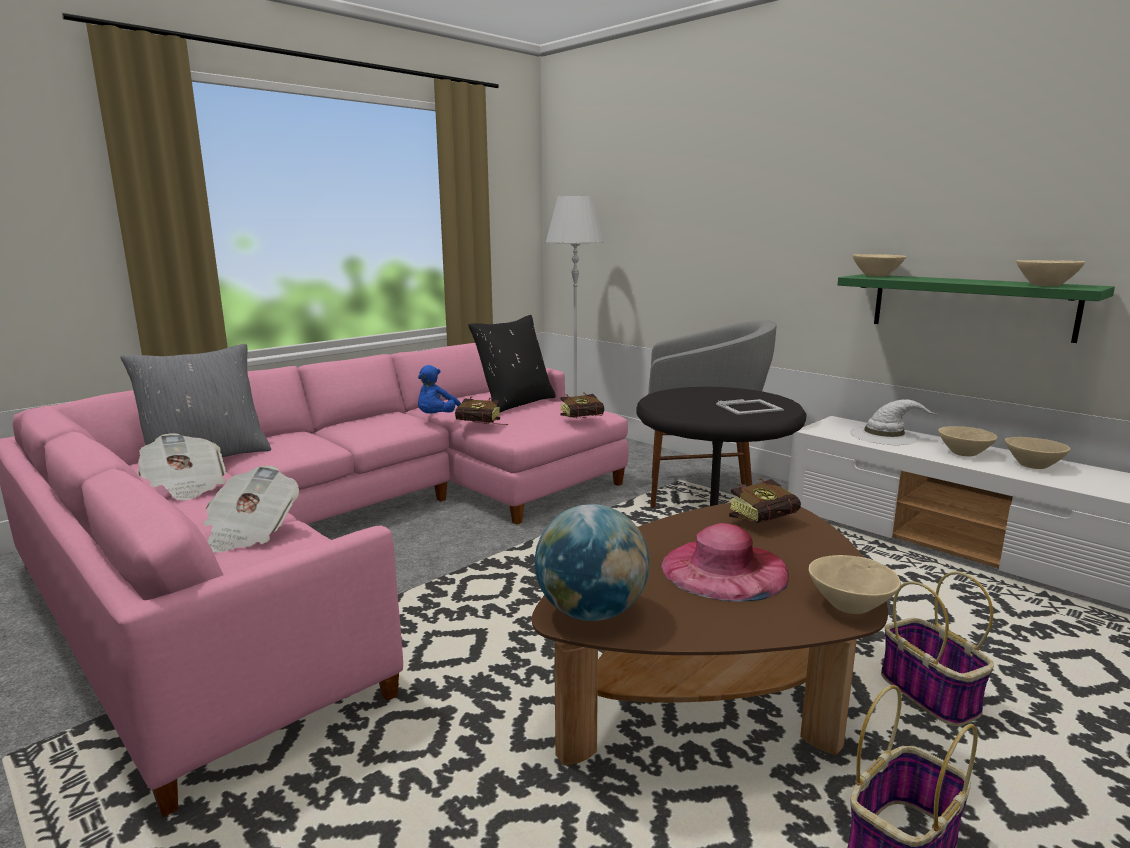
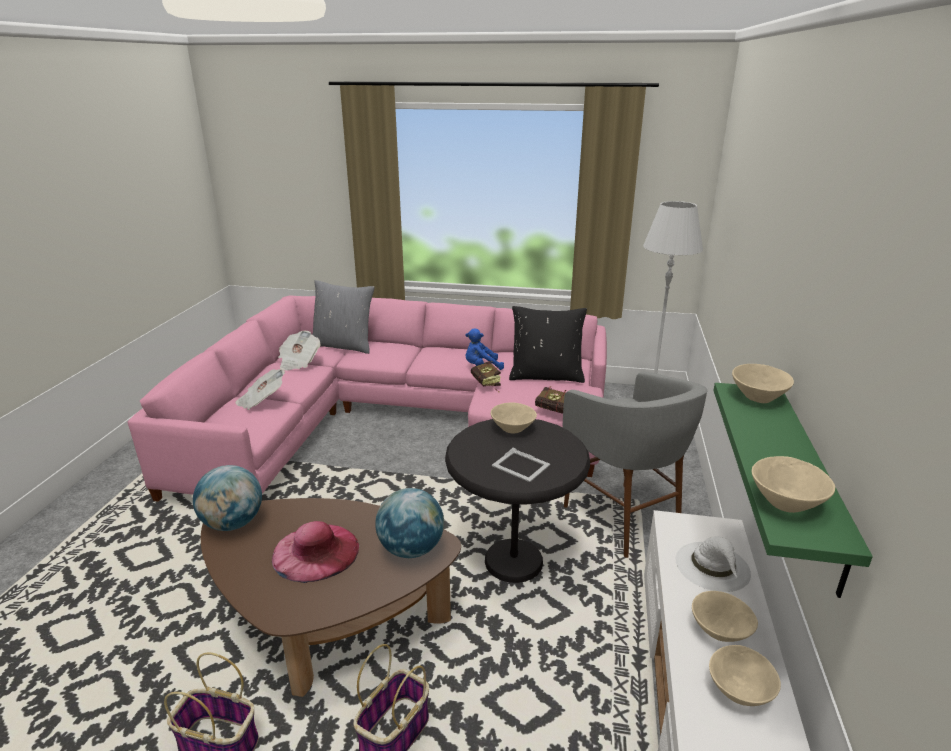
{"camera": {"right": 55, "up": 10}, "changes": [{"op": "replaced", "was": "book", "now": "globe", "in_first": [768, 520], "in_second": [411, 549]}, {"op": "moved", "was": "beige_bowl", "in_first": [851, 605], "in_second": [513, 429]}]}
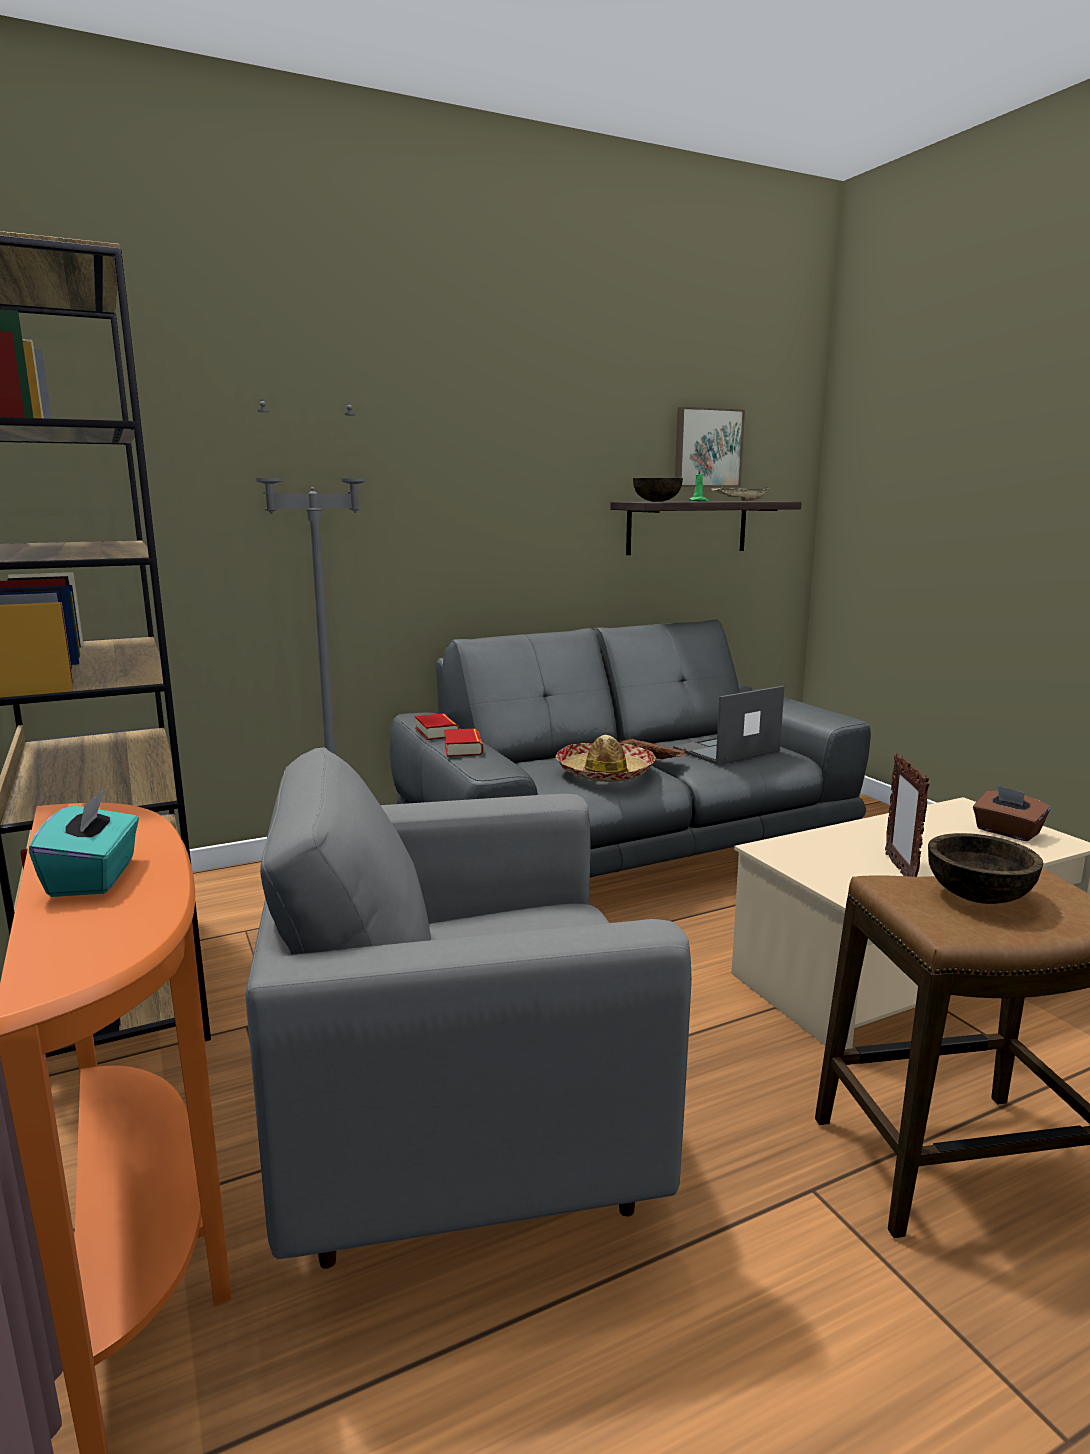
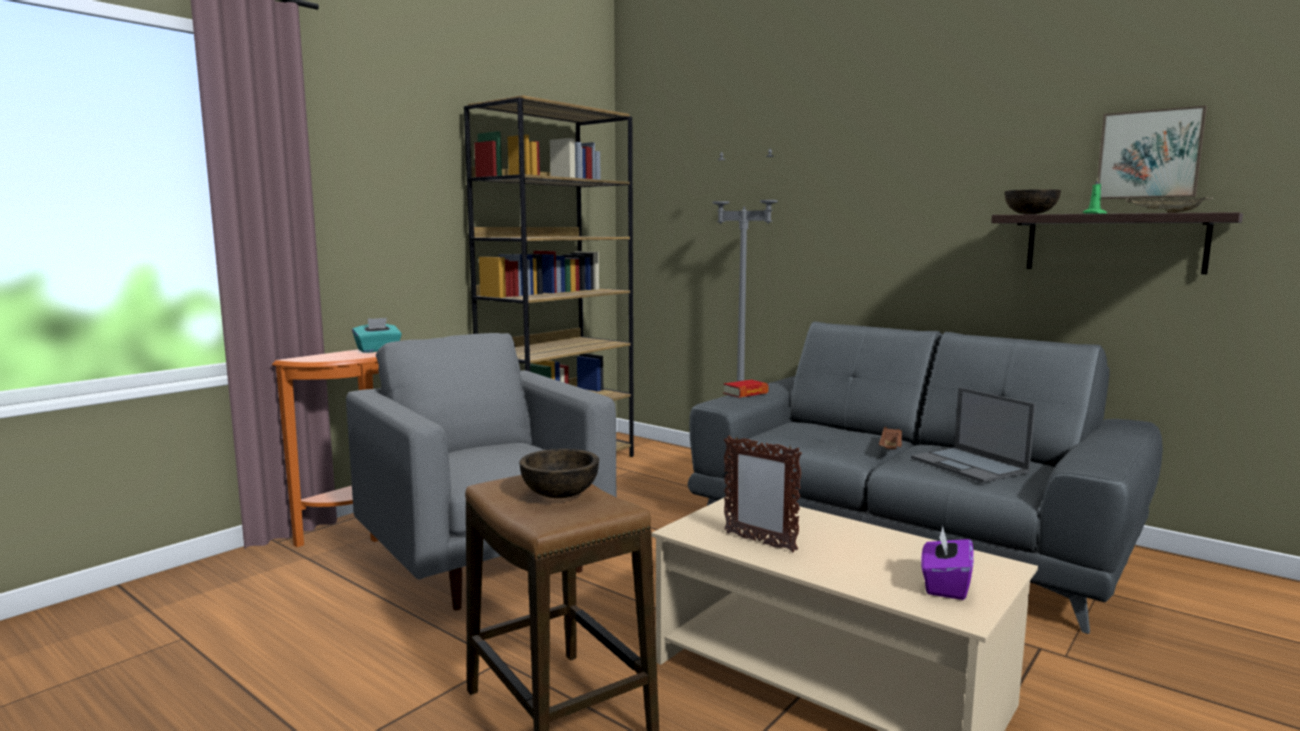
{"camera": {"right": 65, "up": -5}, "changes": [{"op": "turned", "was": "laptop", "in_first": [725, 750], "in_second": [970, 465], "clockwise": -150}, {"op": "removed", "was": "book", "in_first": [437, 732]}, {"op": "removed", "was": "hat", "in_first": [605, 772]}, {"op": "turned", "was": "picture_frame", "in_first": [900, 870], "in_second": [759, 542], "clockwise": -120}, {"op": "recoloured", "was": "brown_tissue_box", "now": "purple_tissue_box", "in_first": [1007, 832], "in_second": [945, 585]}]}
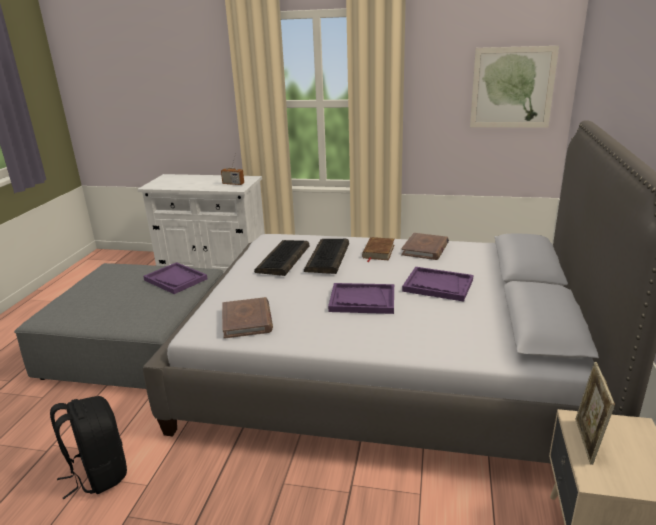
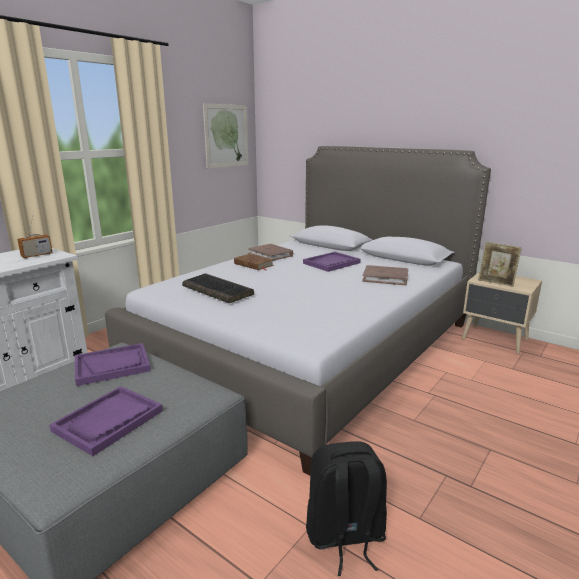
{"camera": {"right": -65, "up": -5}, "changes": [{"op": "removed", "was": "keyboard", "in_first": [328, 257]}, {"op": "moved", "was": "purple_tray", "in_first": [362, 300], "in_second": [108, 421]}, {"op": "moved", "was": "brown_book", "in_first": [247, 320], "in_second": [385, 277]}]}
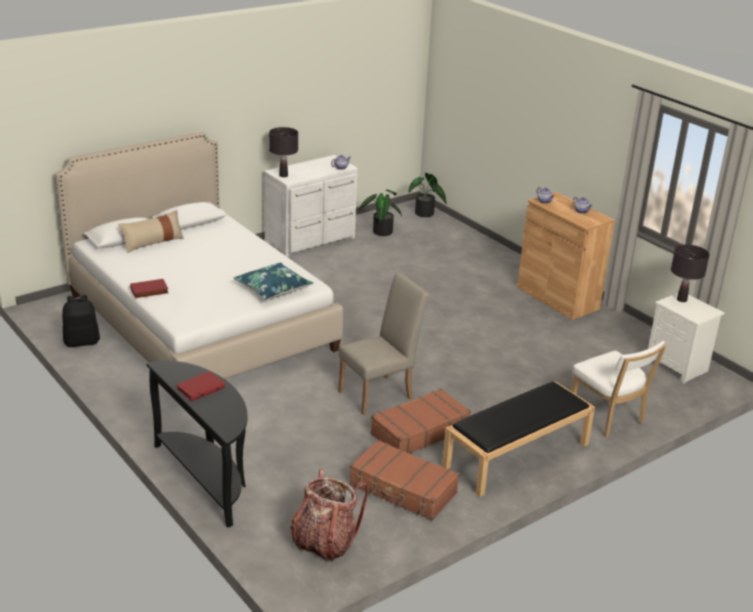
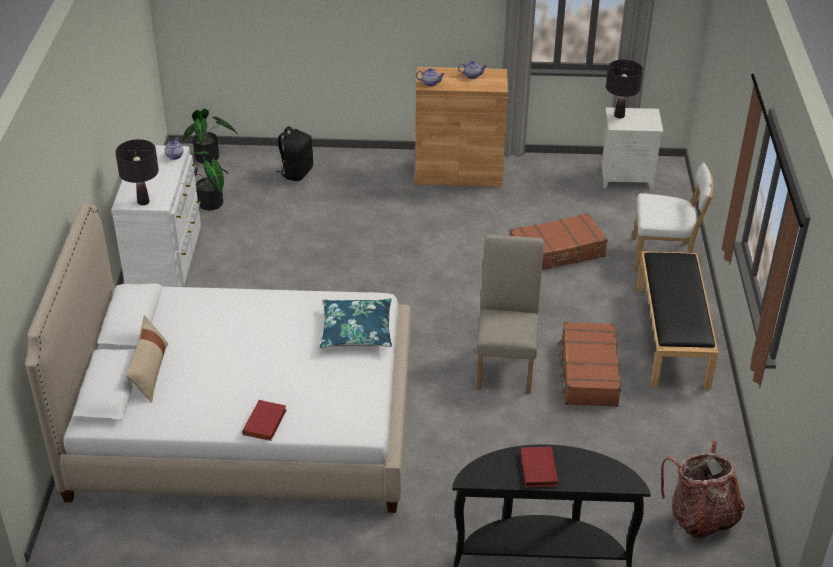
{"camera": {"right": -50, "up": 10}, "changes": [{"op": "moved", "was": "black_backpack", "in_first": [82, 342], "in_second": [296, 172]}, {"op": "moved", "was": "brown_suitcase", "in_first": [403, 489], "in_second": [557, 252]}]}
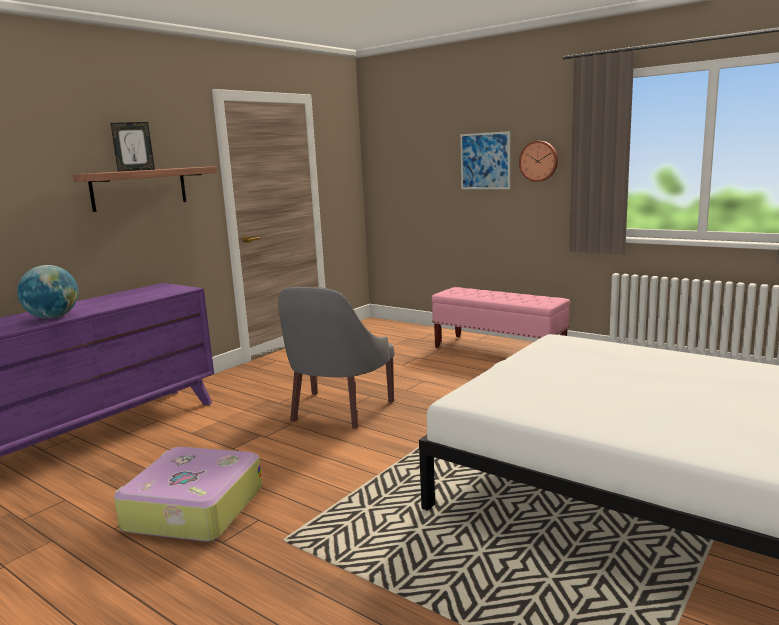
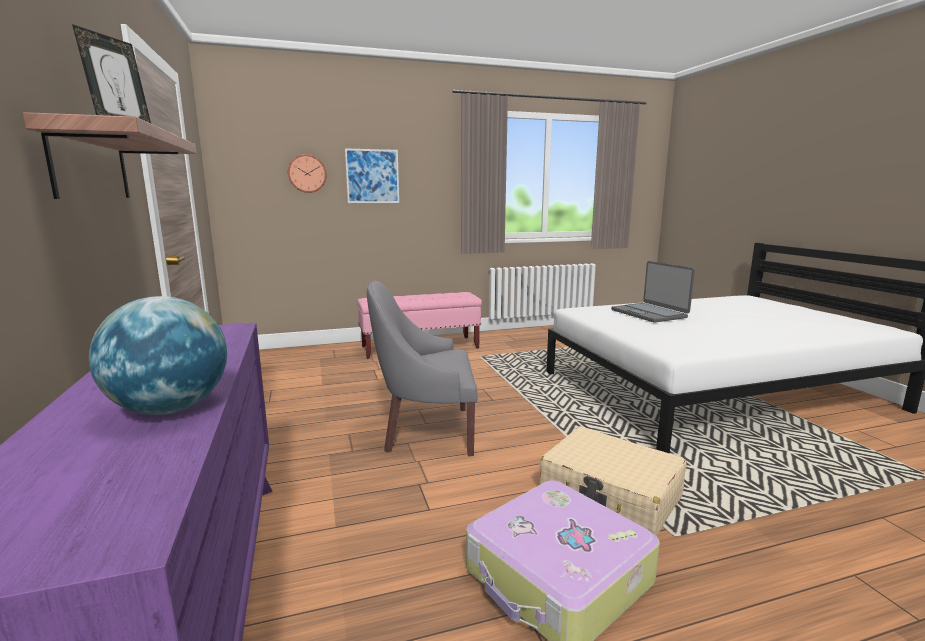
{"camera": {"right": -55, "up": 0}, "changes": [{"op": "moved", "was": "wall_clock", "in_first": [539, 161], "in_second": [307, 173]}, {"op": "turned", "was": "grey_armchair", "in_first": [337, 410], "in_second": [426, 431], "clockwise": 120}, {"op": "added", "now": "laptop", "in_second": [649, 313]}, {"op": "added", "now": "beige_suitcase", "in_second": [610, 496]}]}
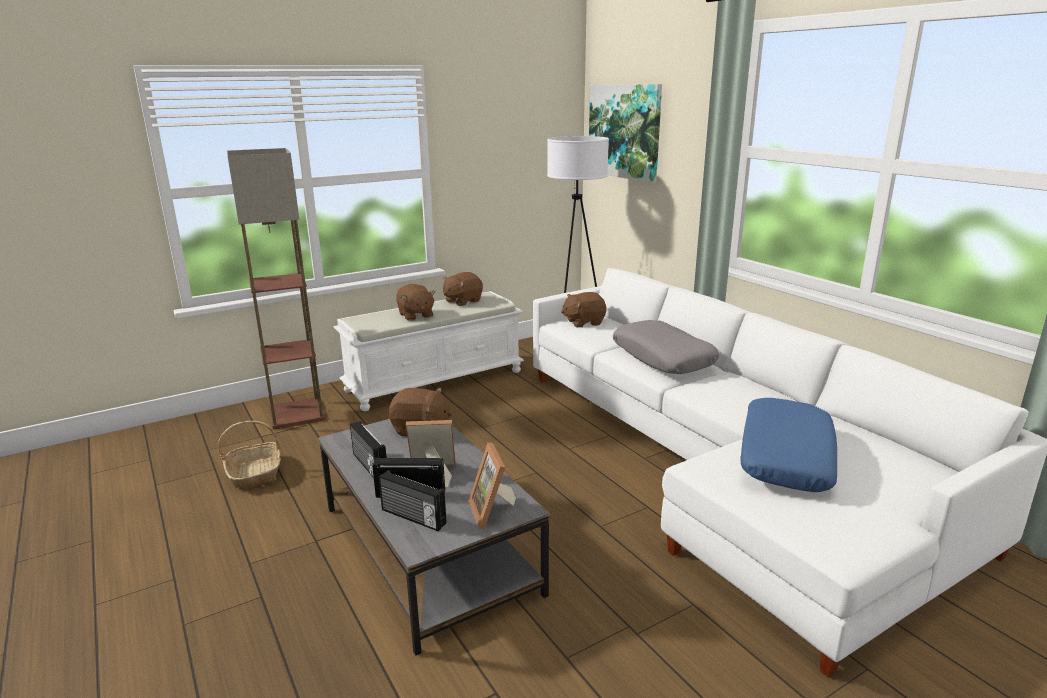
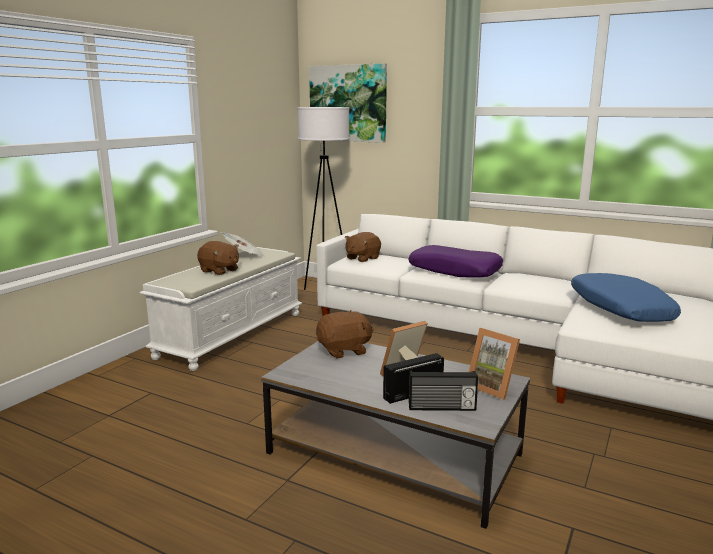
{"camera": {"right": -30, "up": -5}, "changes": [{"op": "removed", "was": "floor_lamp", "in_first": [295, 414]}, {"op": "replaced", "was": "brown_plush_toy", "now": "newspaper", "in_first": [462, 301], "in_second": [244, 256]}, {"op": "recoloured", "was": "grey_pillow", "now": "purple_pillow", "in_first": [663, 357], "in_second": [455, 270]}, {"op": "removed", "was": "basket", "in_first": [255, 473]}, {"op": "removed", "was": "radio", "in_first": [368, 466]}]}
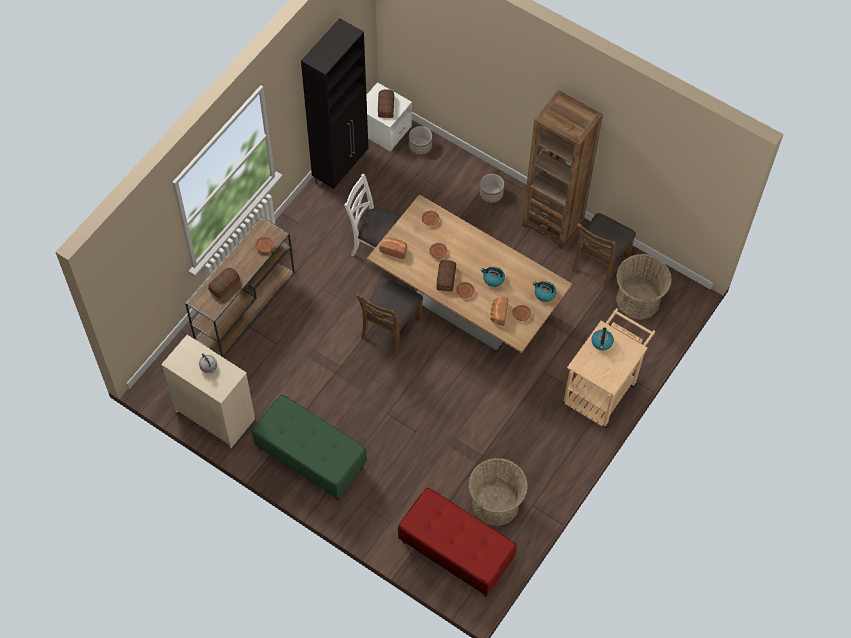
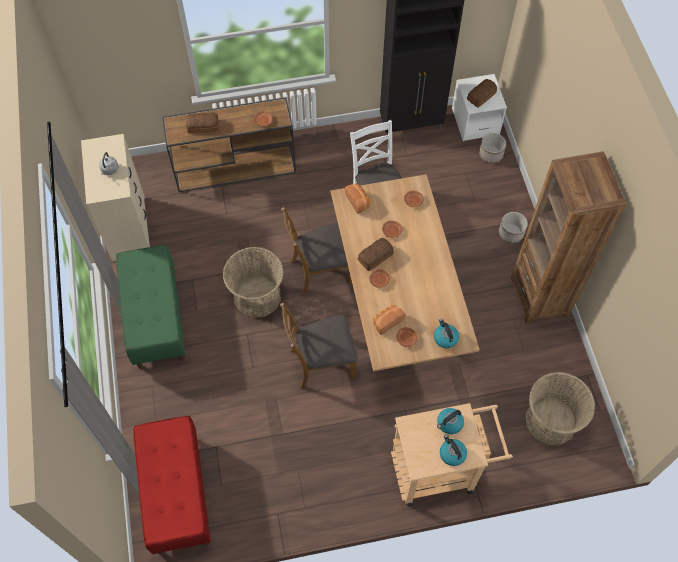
{"camera": {"right": 45, "up": 0}, "changes": [{"op": "moved", "was": "brown_chair", "in_first": [599, 262], "in_second": [321, 362]}, {"op": "moved", "was": "kettle", "in_first": [493, 279], "in_second": [452, 454]}, {"op": "moved", "was": "basket", "in_first": [495, 504], "in_second": [257, 296]}]}
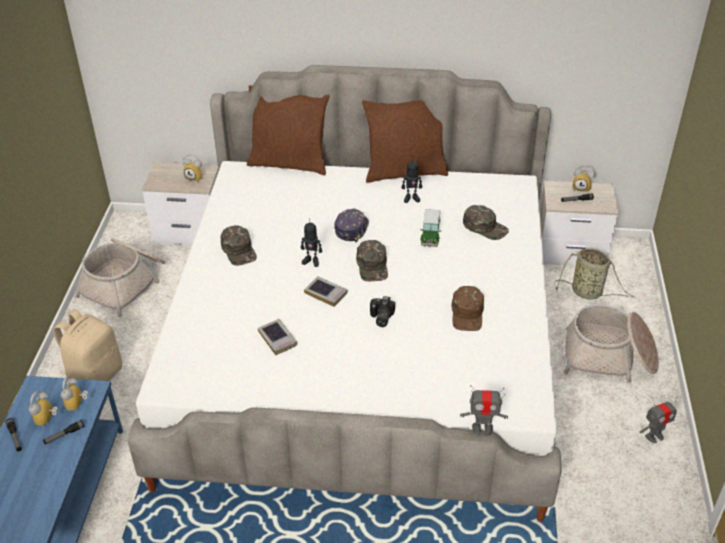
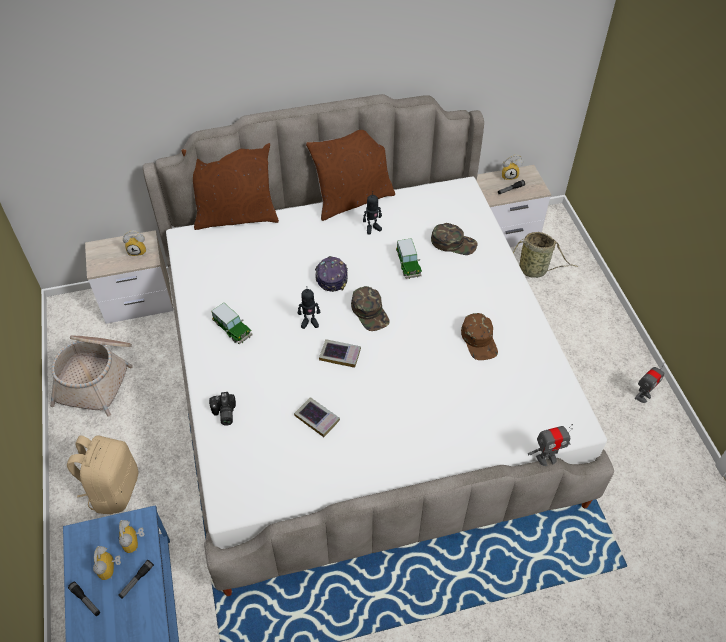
{"camera": {"right": -20, "up": 10}, "changes": [{"op": "replaced", "was": "green_cap", "now": "toy_car", "in_first": [239, 250], "in_second": [232, 329]}, {"op": "moved", "was": "photo_camera", "in_first": [380, 318], "in_second": [223, 414]}, {"op": "removed", "was": "basket", "in_first": [609, 357]}]}
